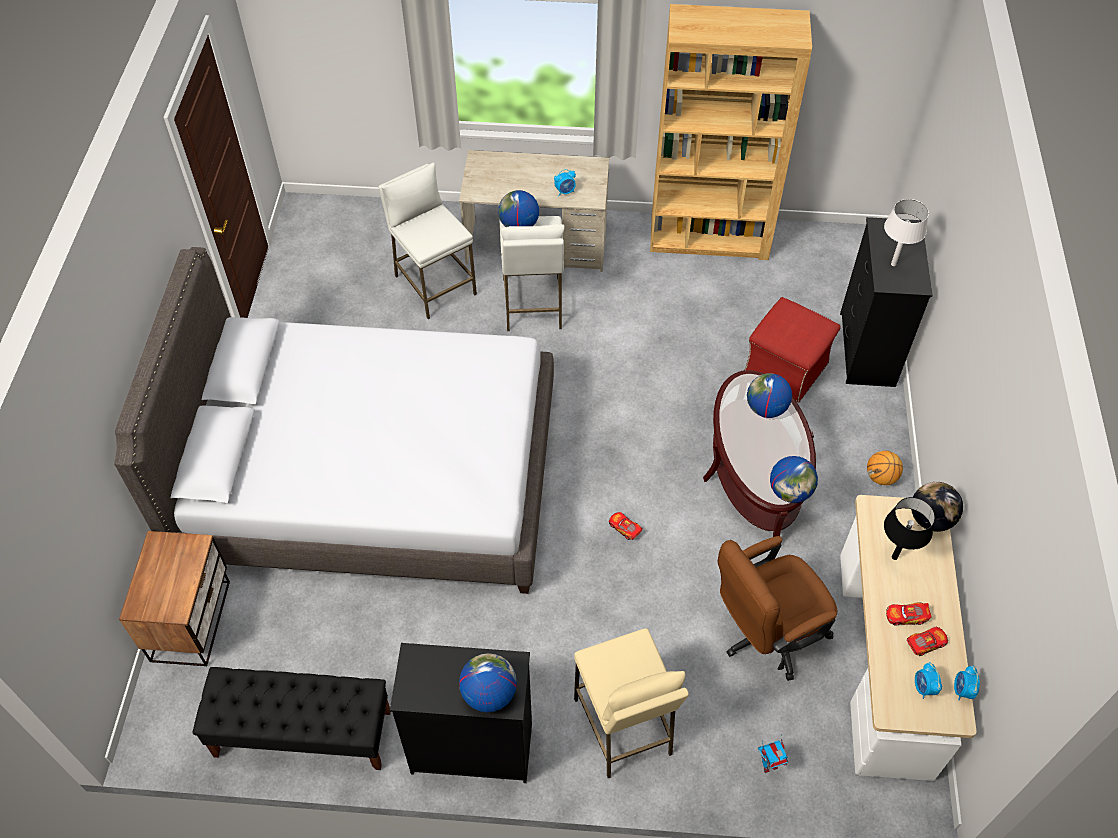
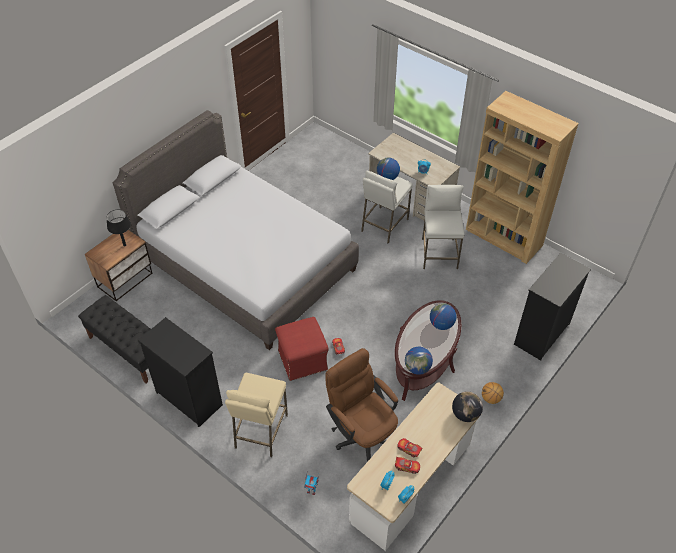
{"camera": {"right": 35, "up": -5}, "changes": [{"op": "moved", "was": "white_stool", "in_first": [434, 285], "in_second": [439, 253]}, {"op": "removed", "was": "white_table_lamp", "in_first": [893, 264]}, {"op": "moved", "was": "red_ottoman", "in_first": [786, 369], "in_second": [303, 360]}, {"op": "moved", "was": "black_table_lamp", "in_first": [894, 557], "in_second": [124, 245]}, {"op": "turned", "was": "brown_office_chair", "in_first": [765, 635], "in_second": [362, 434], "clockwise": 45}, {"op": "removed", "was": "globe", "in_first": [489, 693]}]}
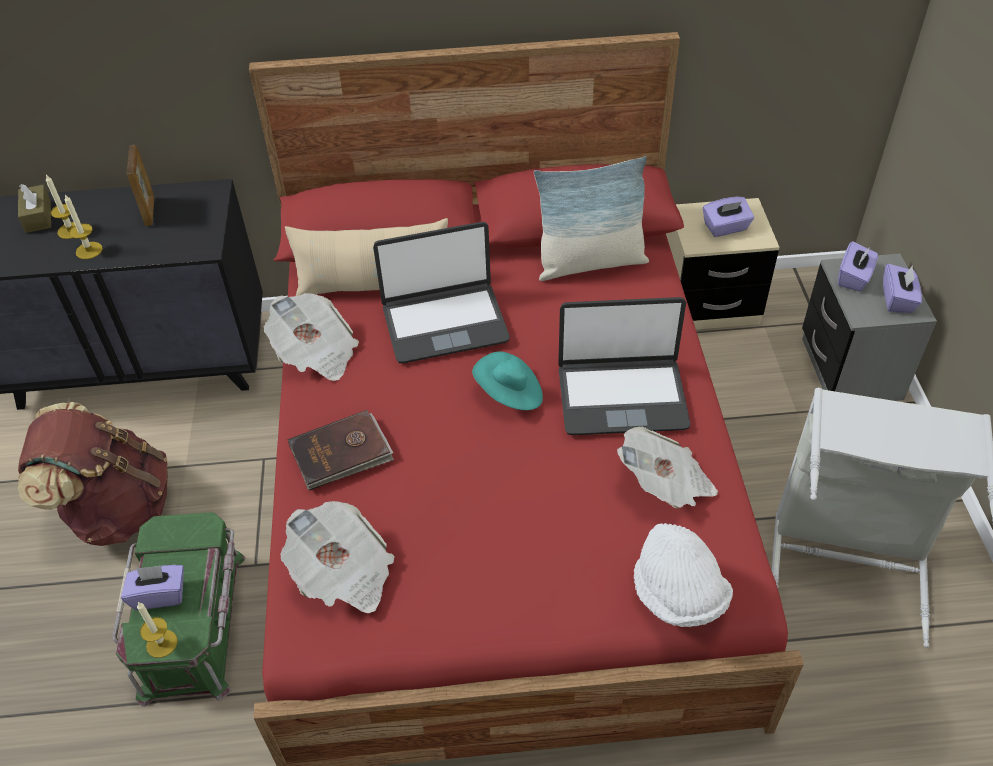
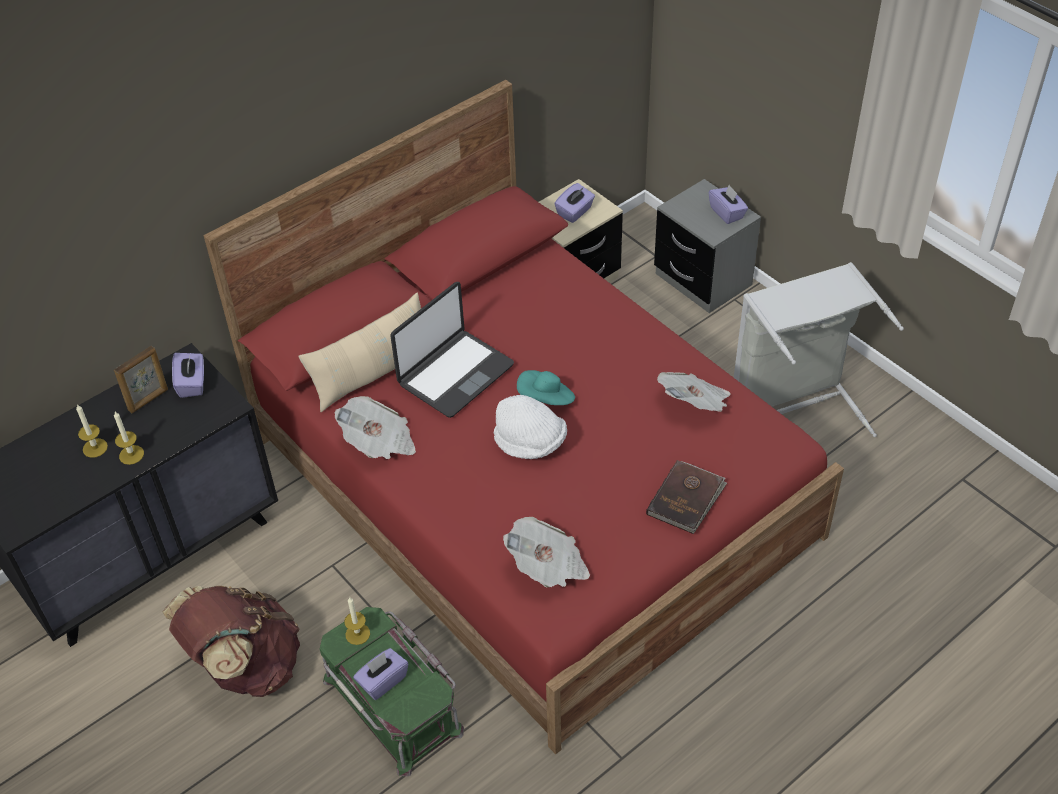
{"camera": {"right": -35, "up": 0}, "changes": [{"op": "turned", "was": "picture_frame", "in_first": [150, 211], "in_second": [149, 400], "clockwise": 90}, {"op": "removed", "was": "pillow", "in_first": [590, 263]}, {"op": "removed", "was": "brown_tissue_box", "in_first": [38, 216]}, {"op": "moved", "was": "purple_tissue_box", "in_first": [854, 278], "in_second": [192, 383]}, {"op": "removed", "was": "laptop", "in_first": [621, 396]}, {"op": "moved", "was": "brown_book", "in_first": [341, 453], "in_second": [686, 499]}, {"op": "moved", "was": "white_hat", "in_first": [678, 594], "in_second": [530, 443]}, {"op": "moved", "was": "candle", "in_first": [162, 643], "in_second": [357, 634]}]}
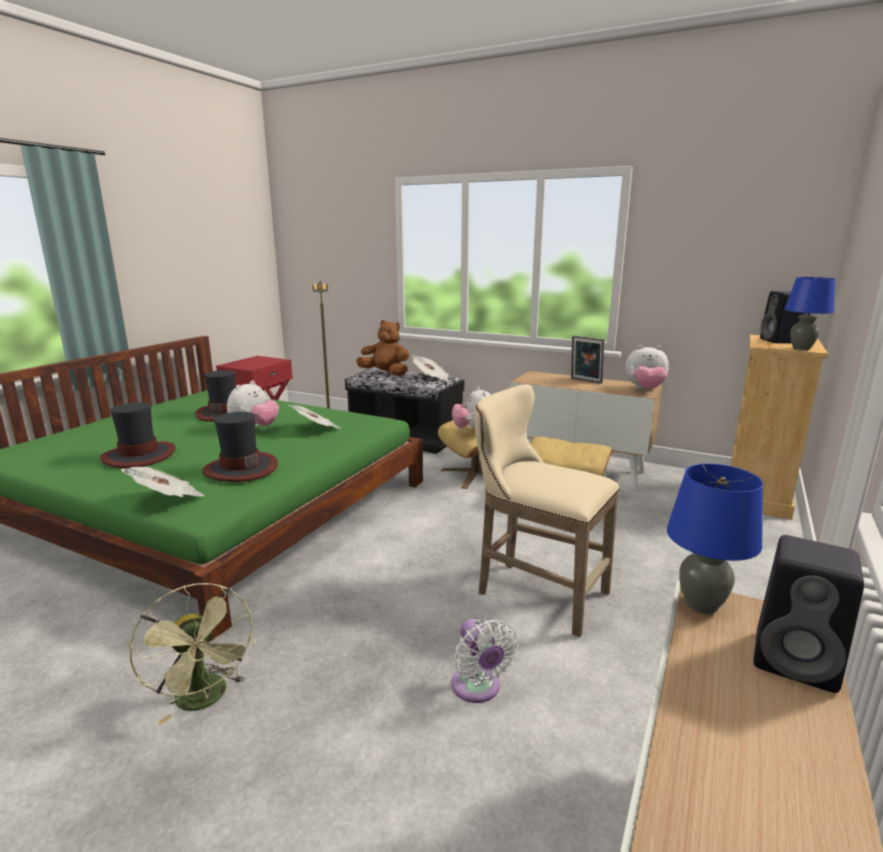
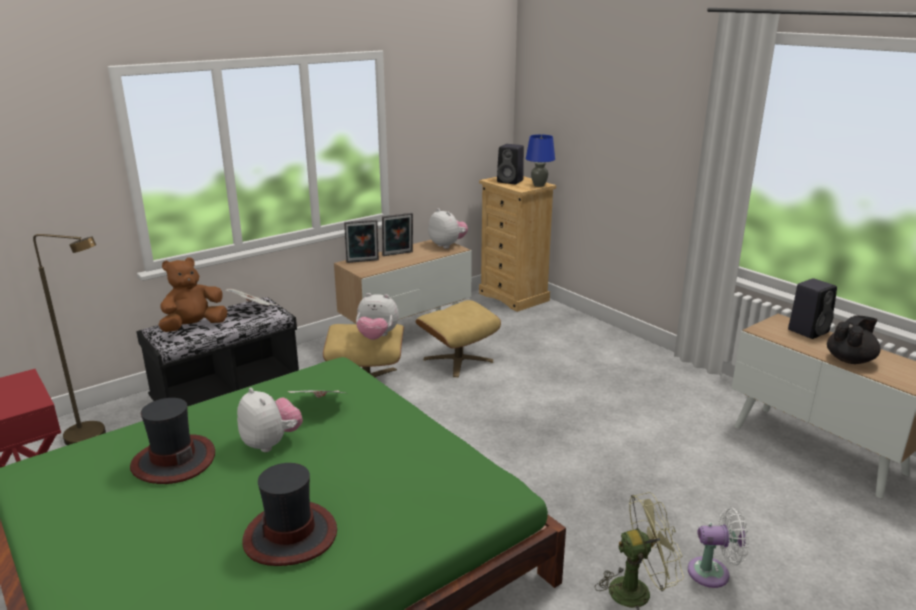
{"camera": {"right": -65, "up": 5}, "changes": [{"op": "turned", "was": "plush_toy", "in_first": [645, 390], "in_second": [447, 245], "clockwise": -75}, {"op": "removed", "was": "beige_stool", "in_first": [535, 592]}, {"op": "removed", "was": "hat", "in_first": [240, 468]}, {"op": "removed", "was": "blue_table_lamp", "in_first": [701, 604]}, {"op": "removed", "was": "newspaper", "in_first": [167, 499]}, {"op": "moved", "was": "white_fan", "in_first": [478, 688], "in_second": [713, 573]}, {"op": "added", "now": "picture_frame", "in_second": [362, 261]}, {"op": "added", "now": "black_teapot", "in_second": [850, 360]}]}
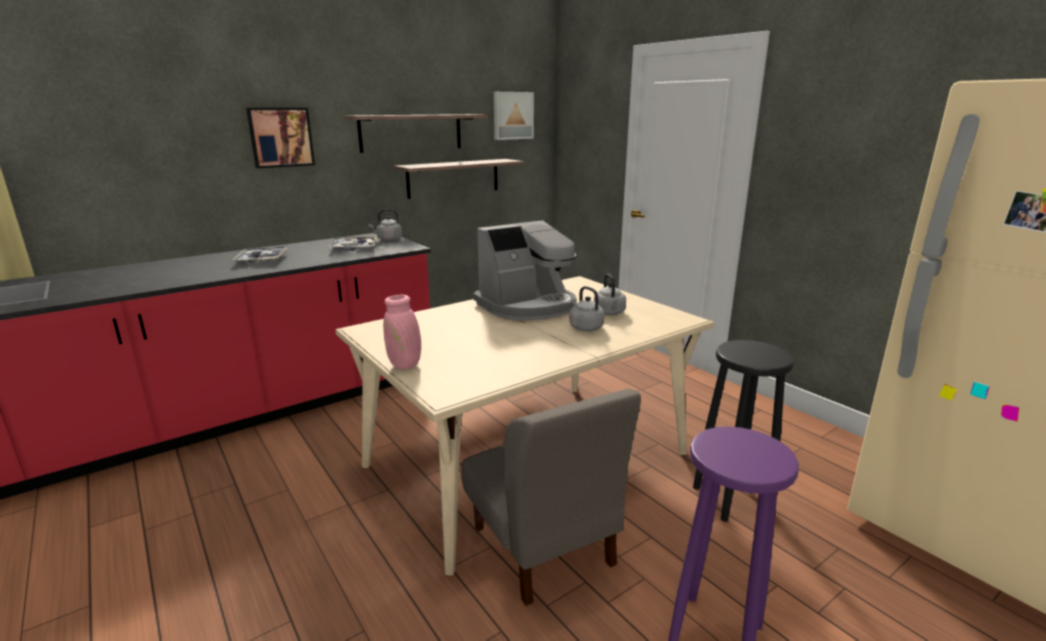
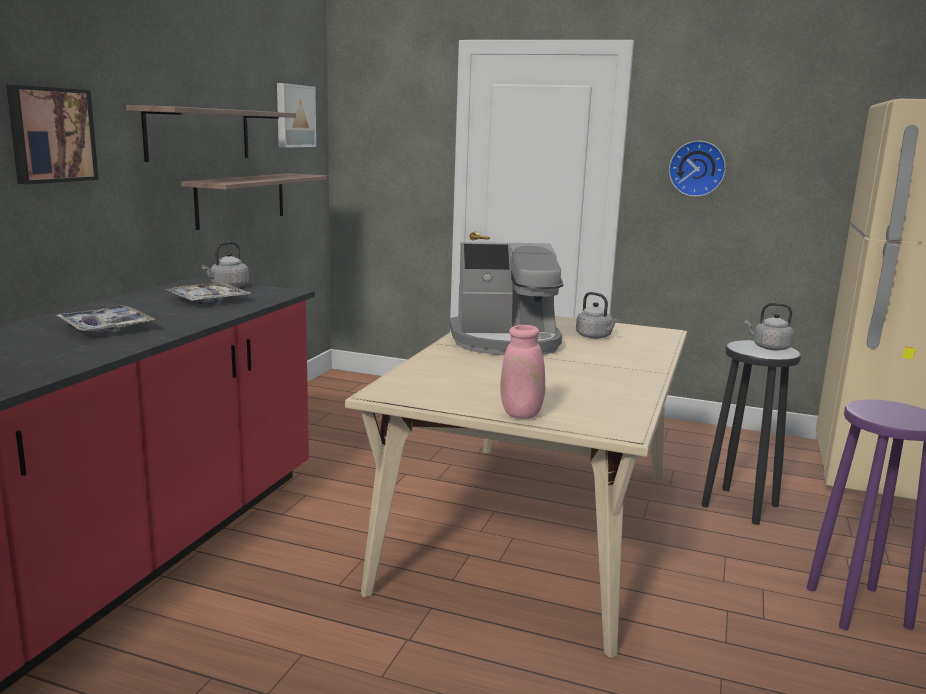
{"camera": {"right": -35, "up": -5}, "changes": [{"op": "turned", "was": "coffee_machine", "in_first": [528, 306], "in_second": [506, 342], "clockwise": 60}, {"op": "moved", "was": "grey_kettle", "in_first": [585, 327], "in_second": [769, 347]}, {"op": "removed", "was": "grey_chair", "in_first": [543, 546]}, {"op": "added", "now": "wall_clock", "in_second": [697, 168]}]}
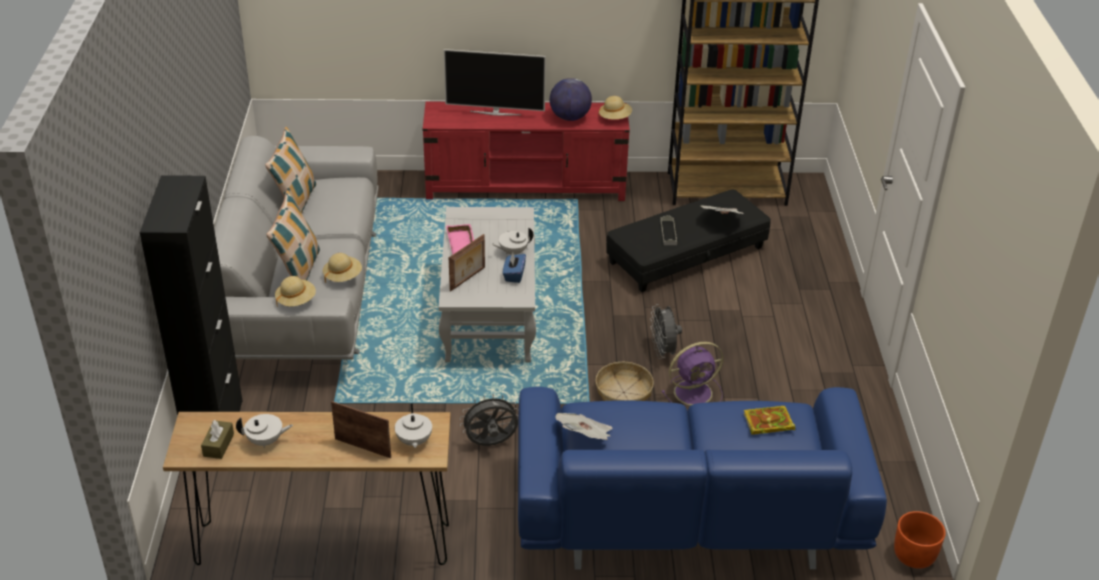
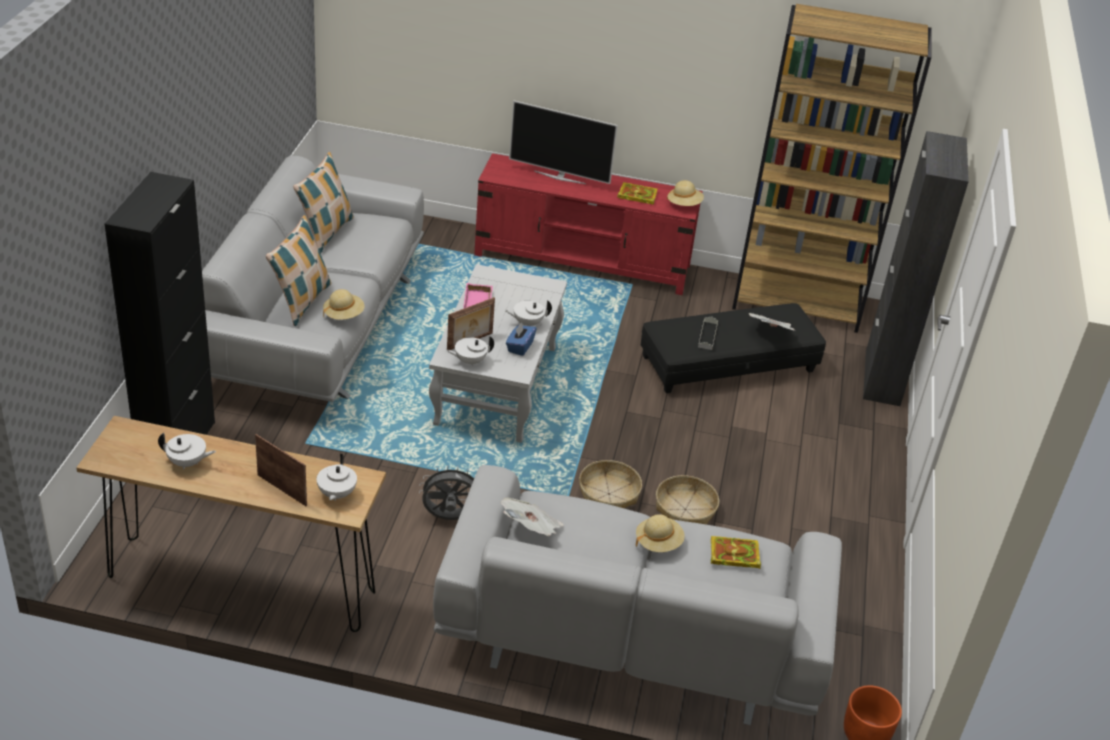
{"camera": {"right": 10, "up": 0}, "changes": [{"op": "replaced", "was": "globe", "now": "book", "in_first": [570, 117], "in_second": [636, 195]}, {"op": "moved", "was": "beige_hat", "in_first": [296, 300], "in_second": [658, 542]}, {"op": "removed", "was": "grey_fan", "in_first": [663, 352]}, {"op": "replaced", "was": "purple_fan", "now": "basket", "in_first": [694, 392], "in_second": [685, 509]}, {"op": "recoloured", "was": "blue_sofa", "now": "grey_sofa", "in_first": [686, 512], "in_second": [630, 633]}, {"op": "removed", "was": "brown_tissue_box", "in_first": [218, 445]}, {"op": "added", "now": "black_cabinet", "in_second": [882, 378]}, {"op": "added", "now": "white_teapot", "in_second": [470, 361]}]}
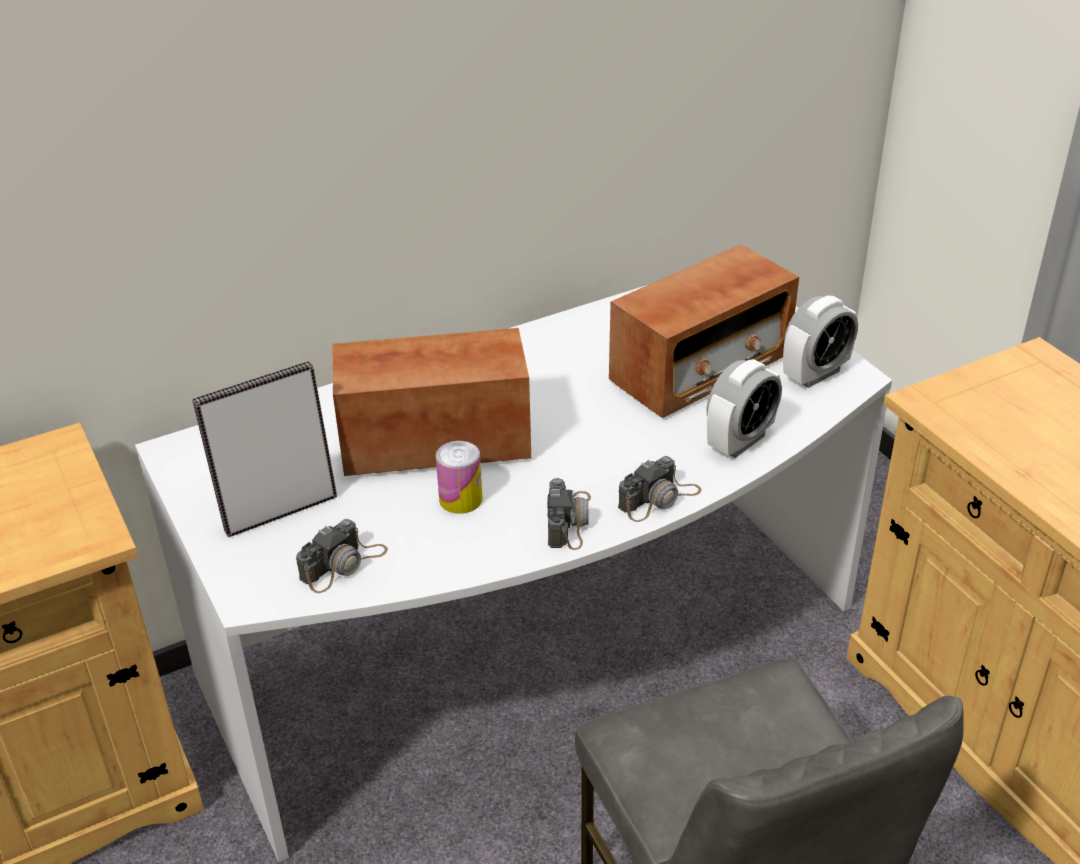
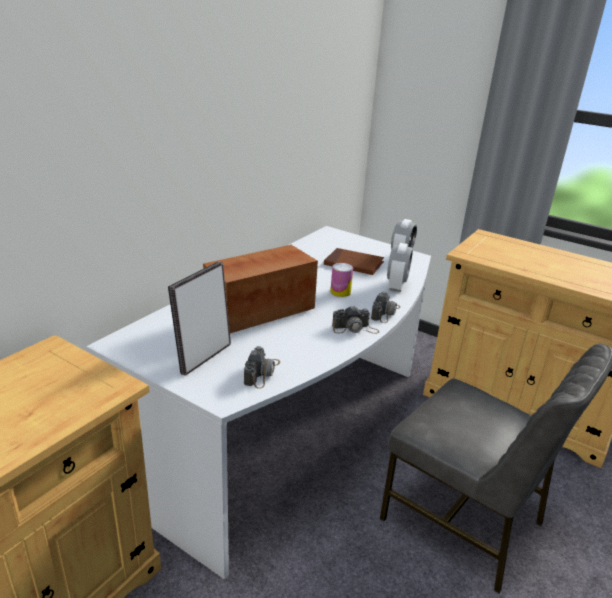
{"camera": {"right": -30, "up": -10}, "changes": [{"op": "replaced", "was": "radio", "now": "brown_book", "in_first": [700, 370], "in_second": [353, 264]}, {"op": "moved", "was": "can", "in_first": [460, 499], "in_second": [340, 292]}, {"op": "turned", "was": "photo_camera", "in_first": [569, 520], "in_second": [355, 329], "clockwise": 105}]}
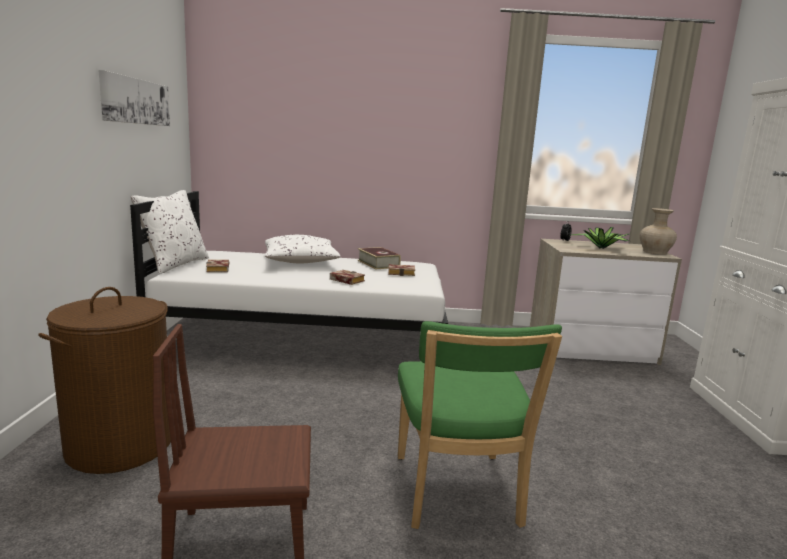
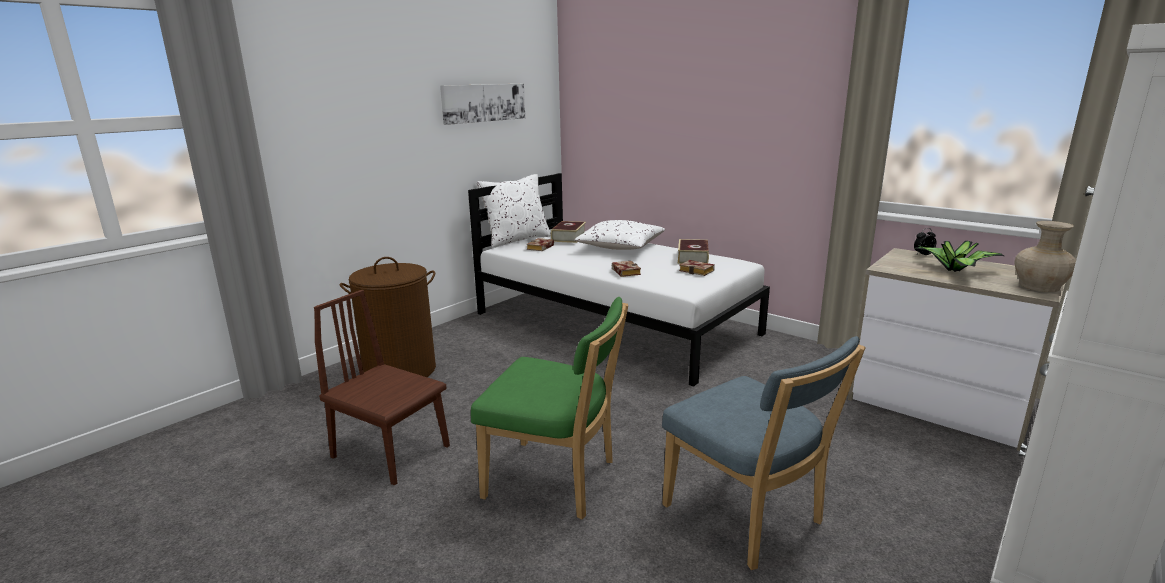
{"camera": {"right": 40, "up": 5}, "changes": [{"op": "turned", "was": "green_chair", "in_first": [457, 494], "in_second": [556, 480], "clockwise": -105}, {"op": "added", "now": "book", "in_second": [568, 237]}, {"op": "added", "now": "blue_chair", "in_second": [747, 518]}]}
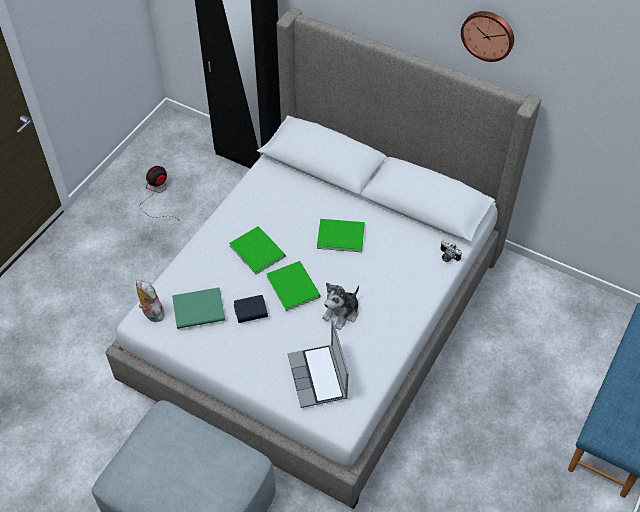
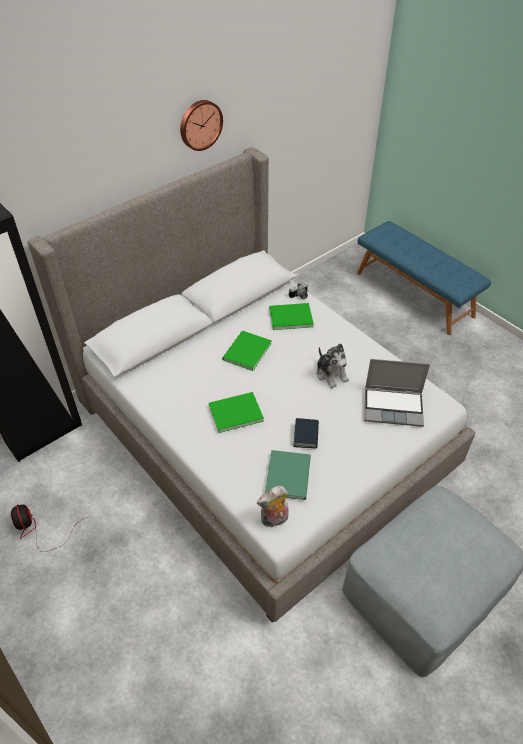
{"camera": {"right": -70, "up": -5}, "changes": [{"op": "moved", "was": "green_book", "in_first": [293, 285], "in_second": [289, 317]}]}
